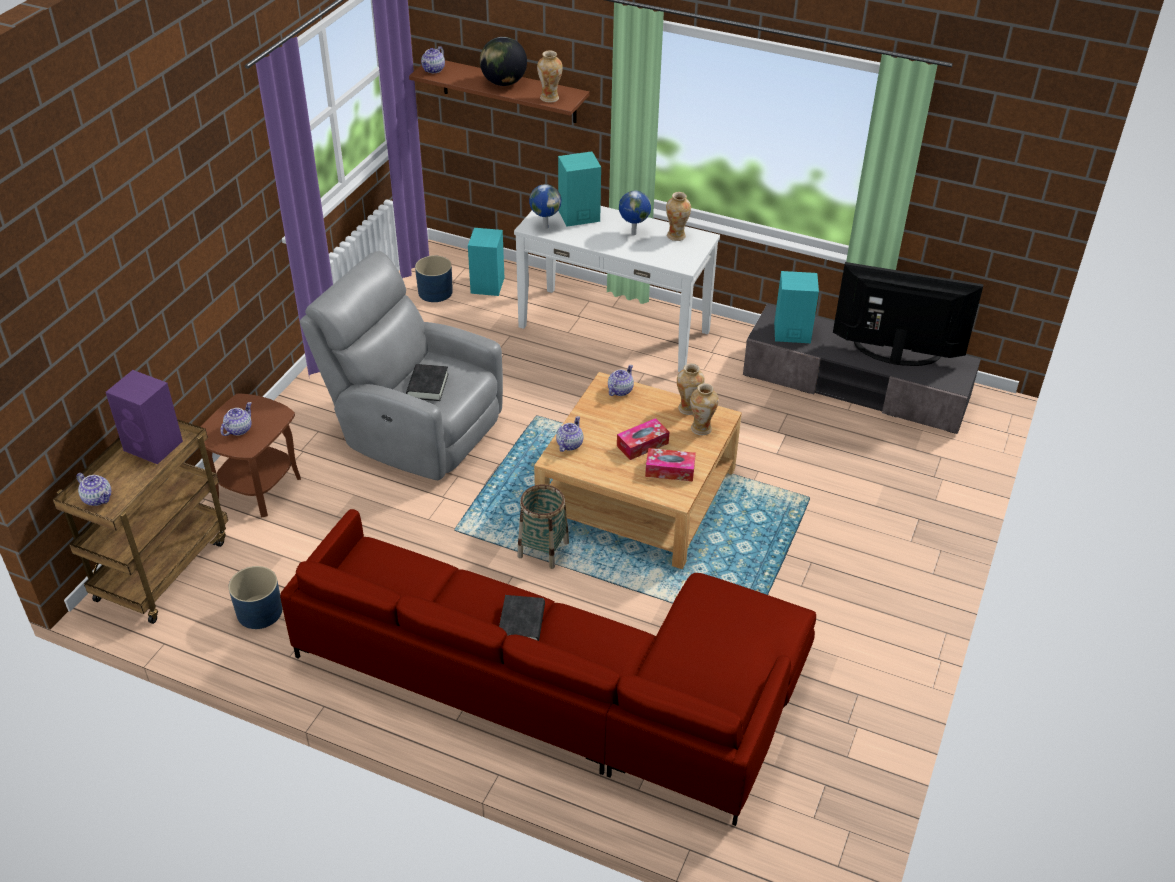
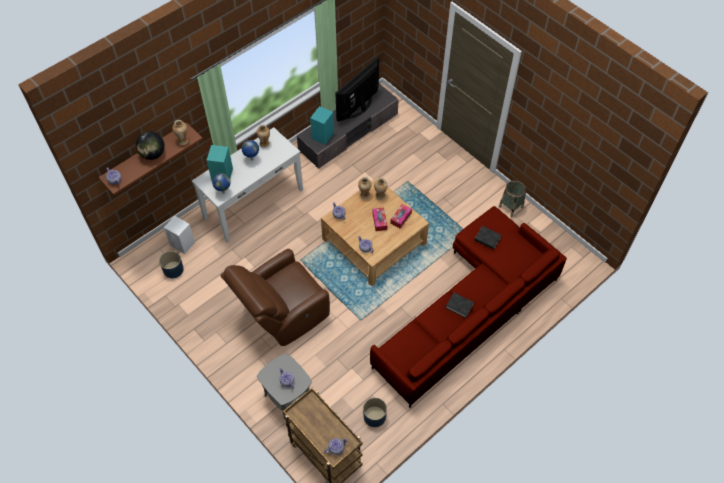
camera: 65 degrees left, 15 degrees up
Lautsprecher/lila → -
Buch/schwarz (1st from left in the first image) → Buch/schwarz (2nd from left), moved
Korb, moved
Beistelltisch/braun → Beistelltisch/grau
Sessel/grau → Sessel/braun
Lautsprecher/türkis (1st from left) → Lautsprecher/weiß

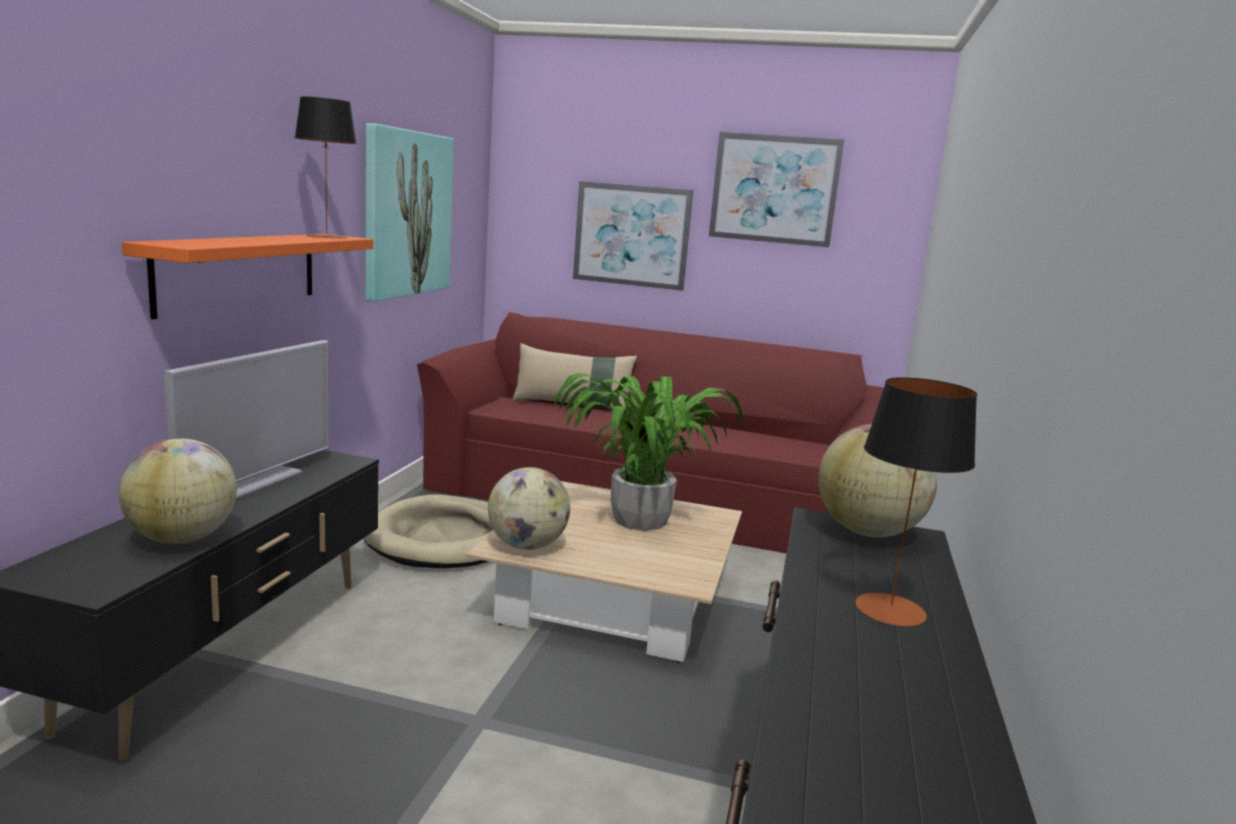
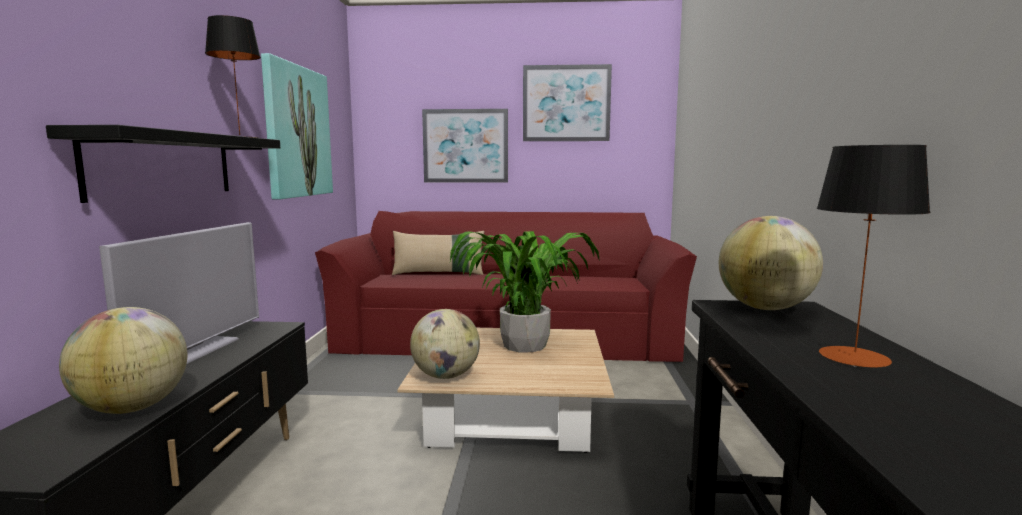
camera: 10 degrees left, 5 degrees down
Hundebett/beige → -
Wandregal/orange → Wandregal/schwarz

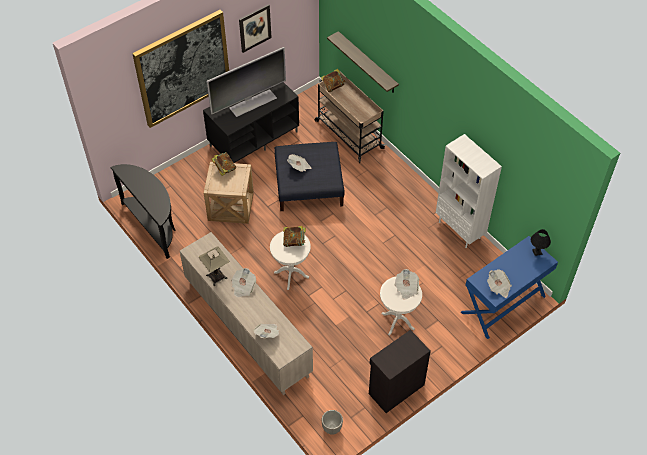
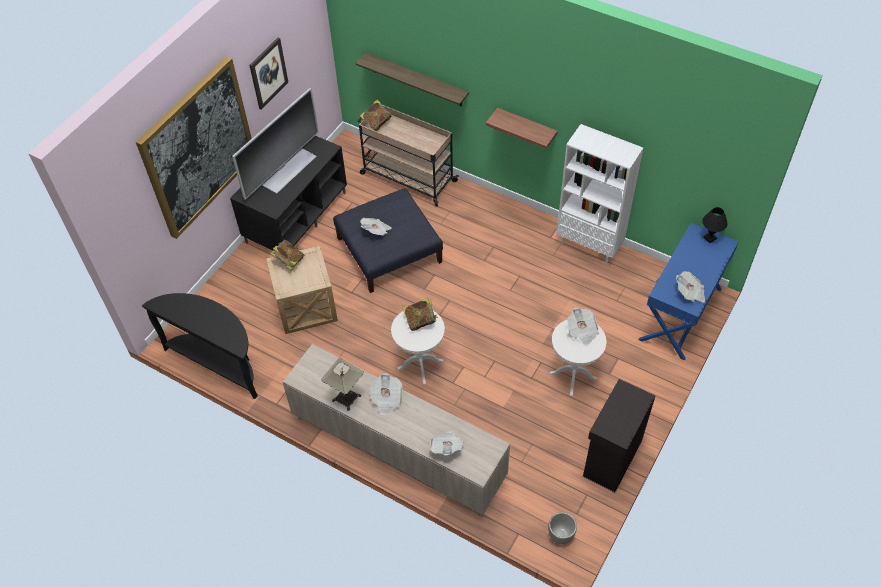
camera: 20 degrees left, 0 degrees up
- → Wandregal (2nd from left)

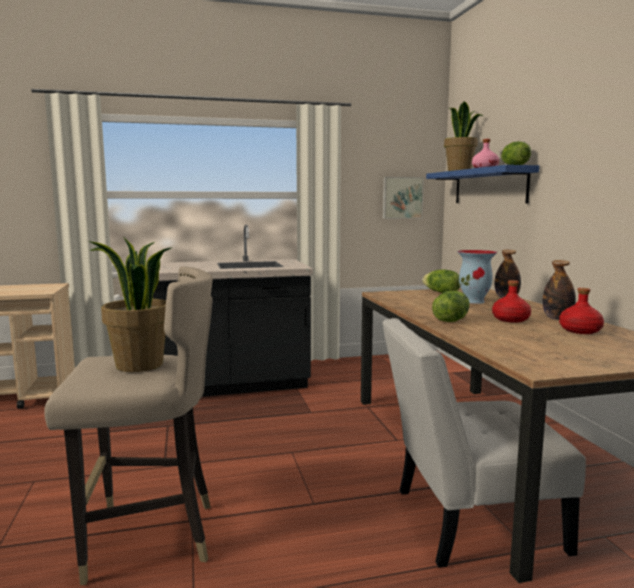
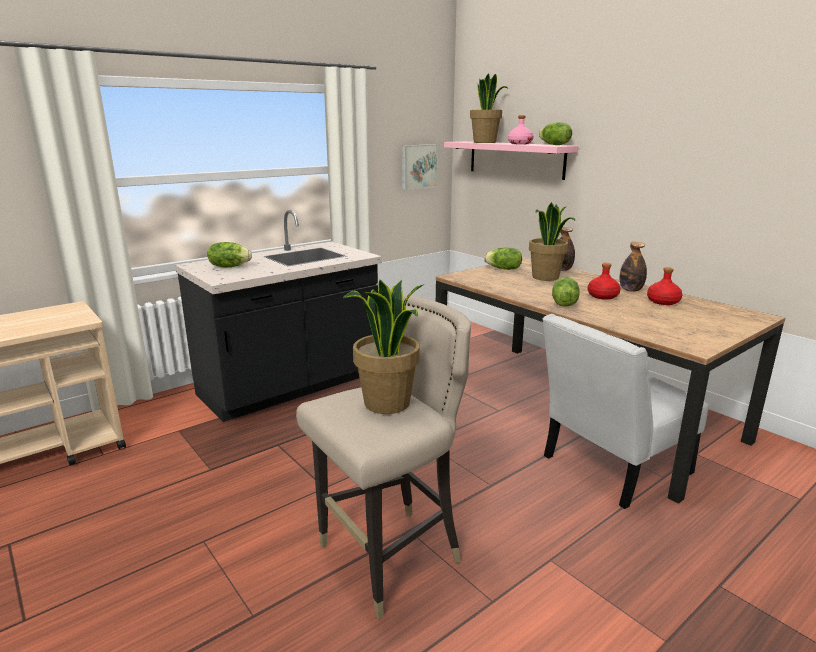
camera: 25 degrees left, 10 degrees up
- → Salatkopf (1st from left)
Vase → Topfpflanze (3rd from left)
Wandregal/blau → Wandregal/rosa

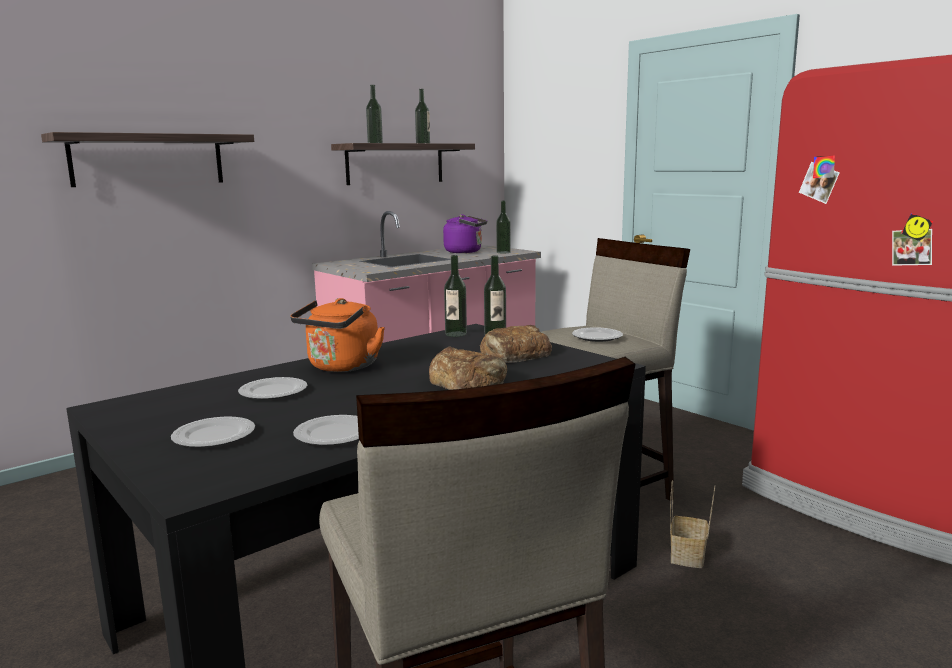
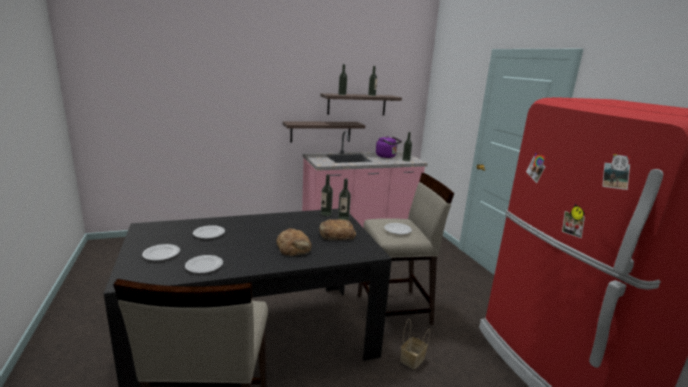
camera: 20 degrees right, 5 degrees up
Wasserkessel/orange → -
Wandregal (1st from left), moved

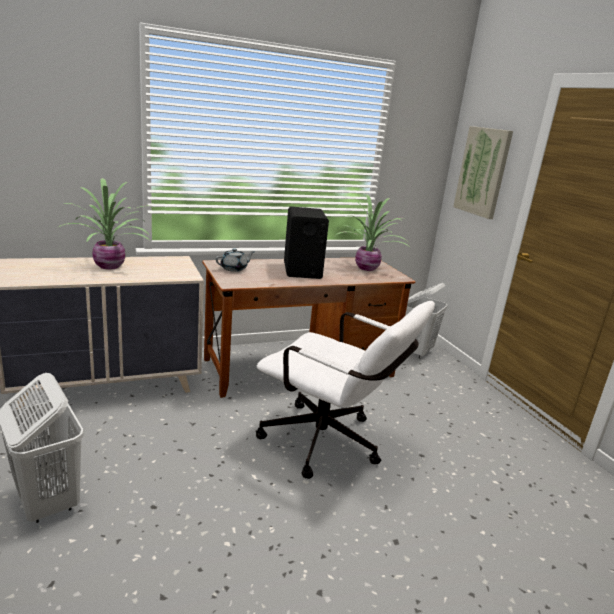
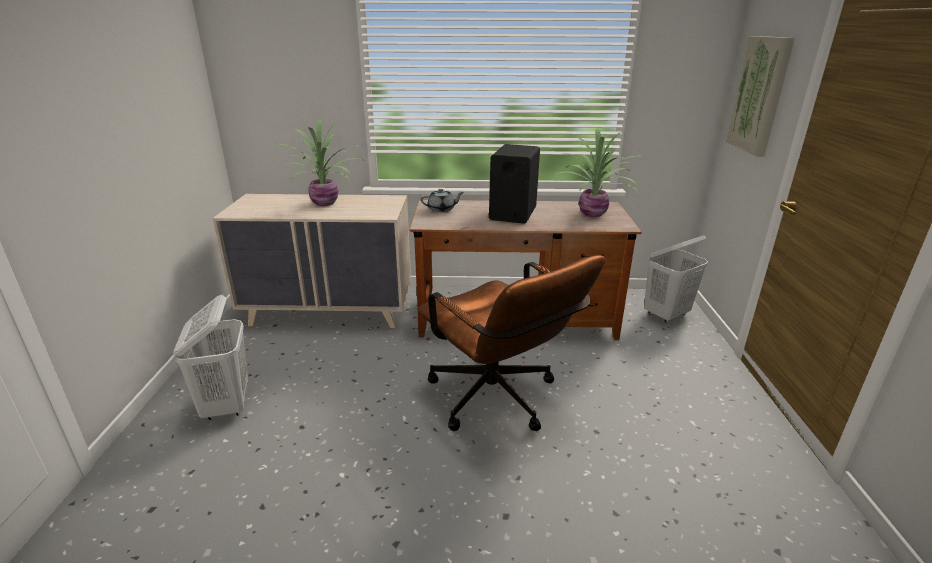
camera: 25 degrees right, 5 degrees up
Bürostuhl/weiß → Bürostuhl/braun

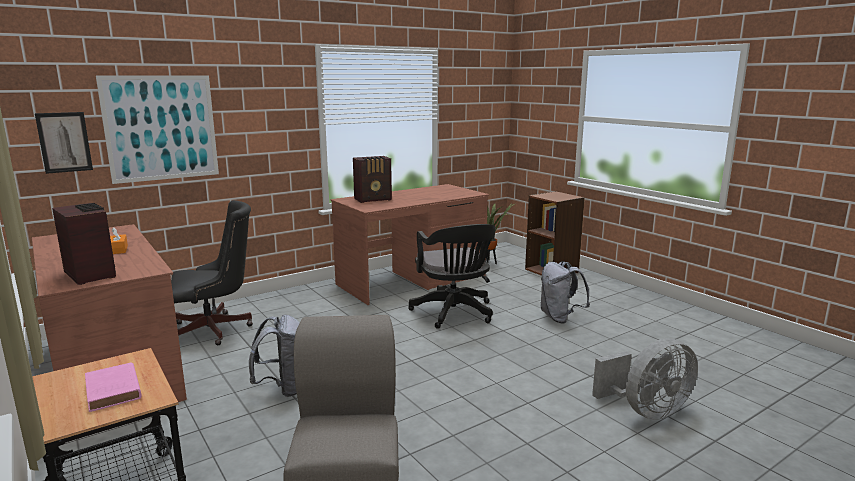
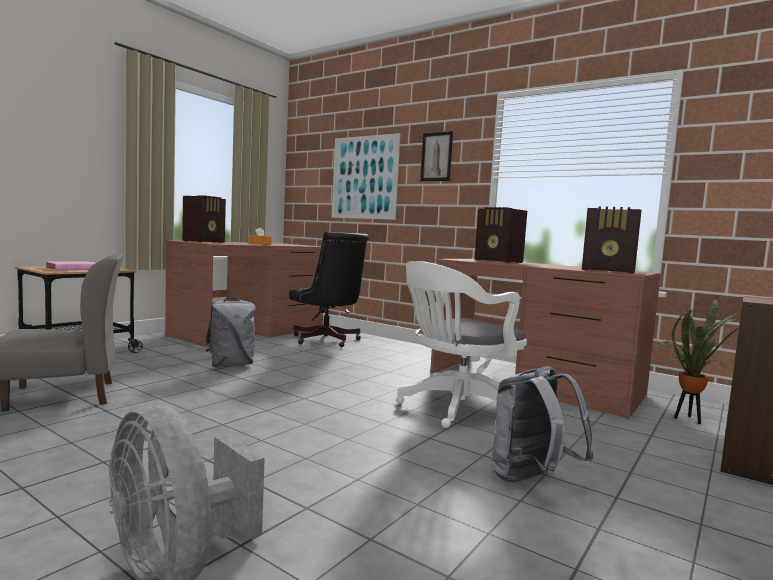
camera: 70 degrees right, 10 degrees down
- → Radio (3rd from left)
Bild (1st from left in the first image) → Bild (2nd from left), moved
Bürostuhl/schwarz (2nd from left) → Bürostuhl/weiß

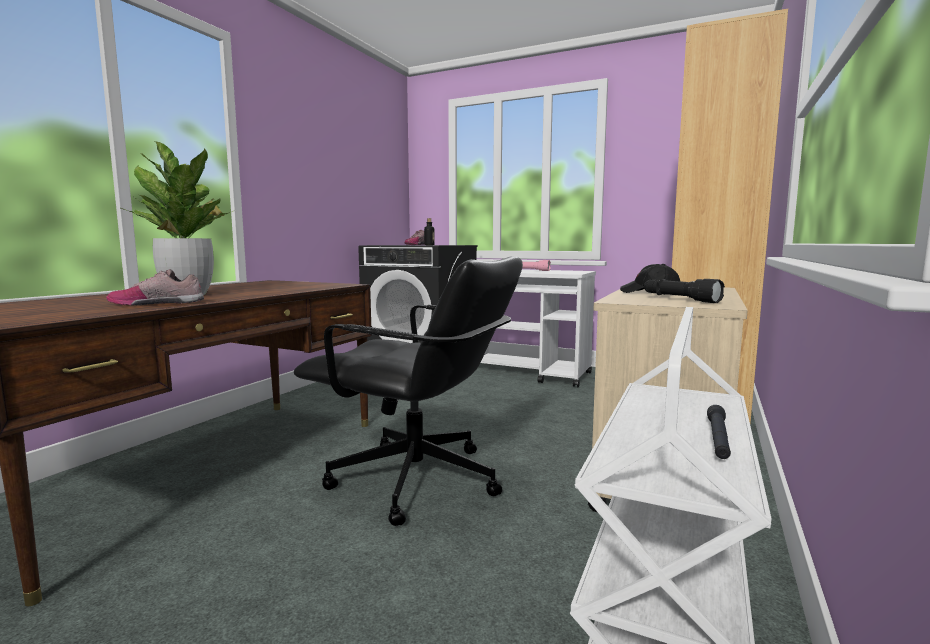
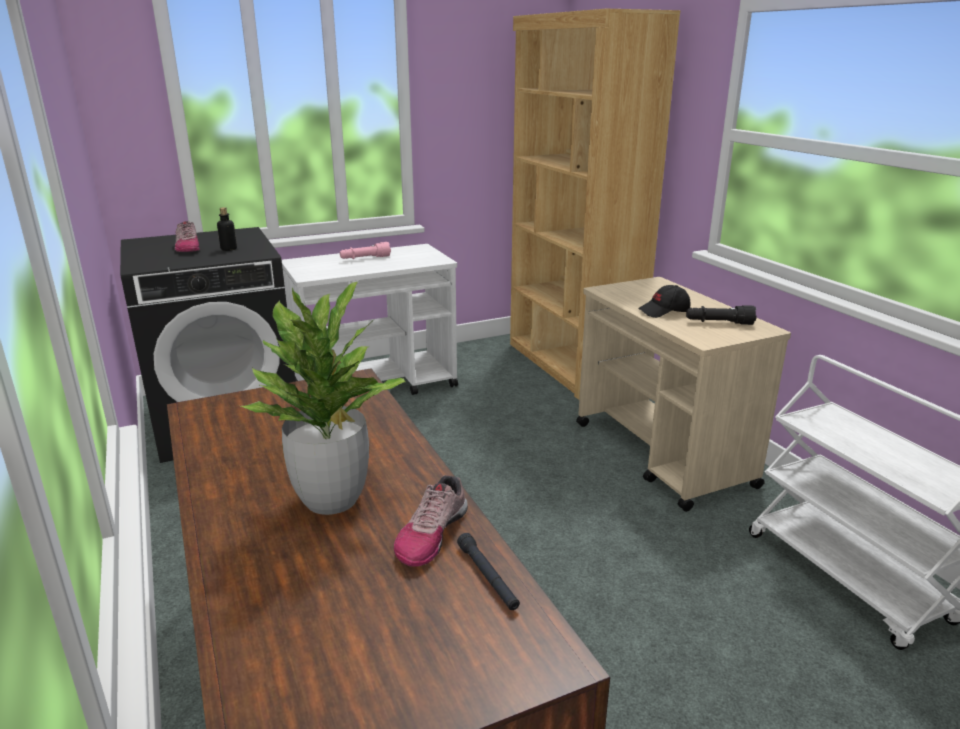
camera: 50 degrees left, 15 degrees up
Bürostuhl/schwarz → -
Taschenlampe/schwarz (2nd from left in the first image) → Taschenlampe/schwarz (1st from left), moved

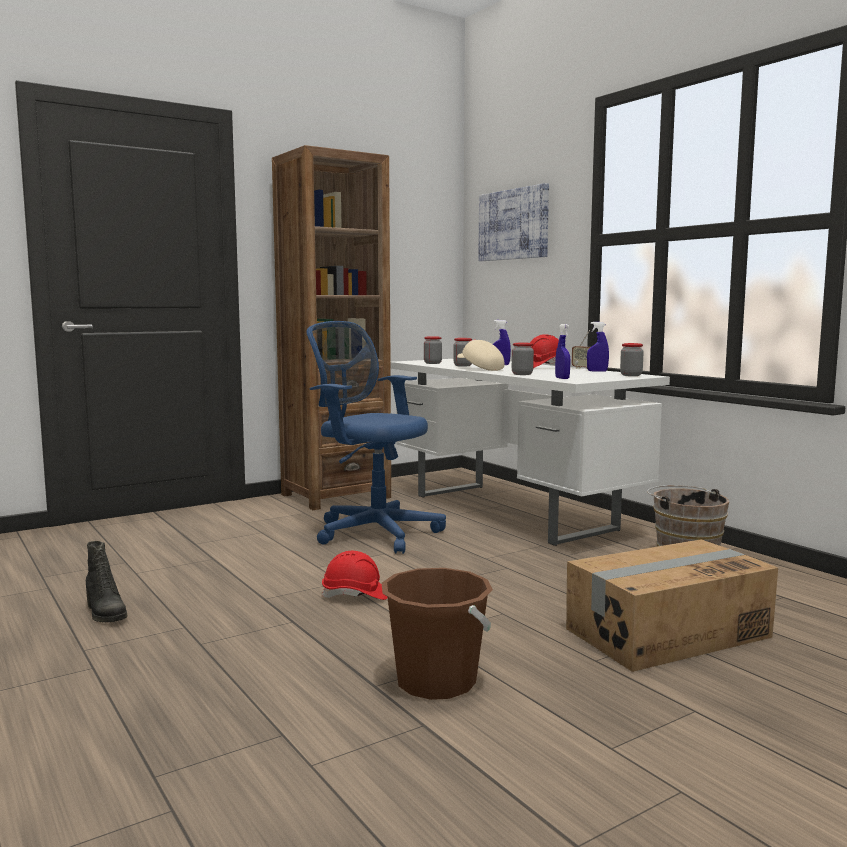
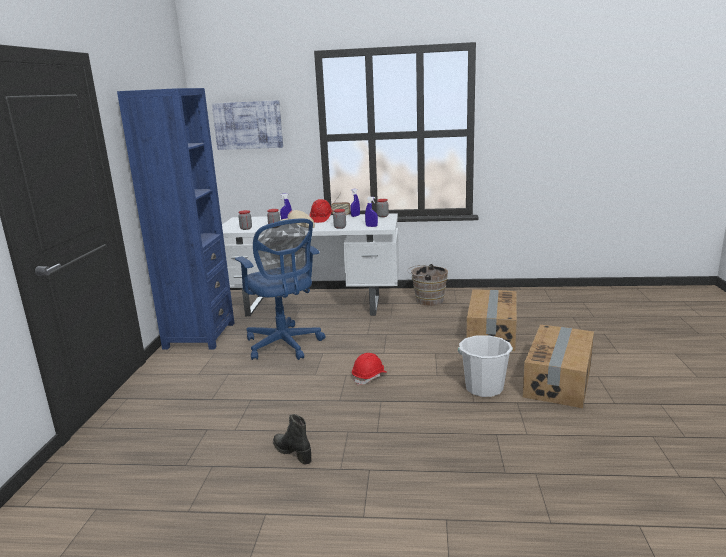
camera: 50 degrees left, 10 degrees up
- → Karton (2nd from left)
Bücherregal/braun → Bücherregal/blau
Eimer/braun (1st from left) → Eimer/weiß
Stiefel/schwarz, 135 degrees counterclockwise
Bürostuhl/blau, 105 degrees counterclockwise

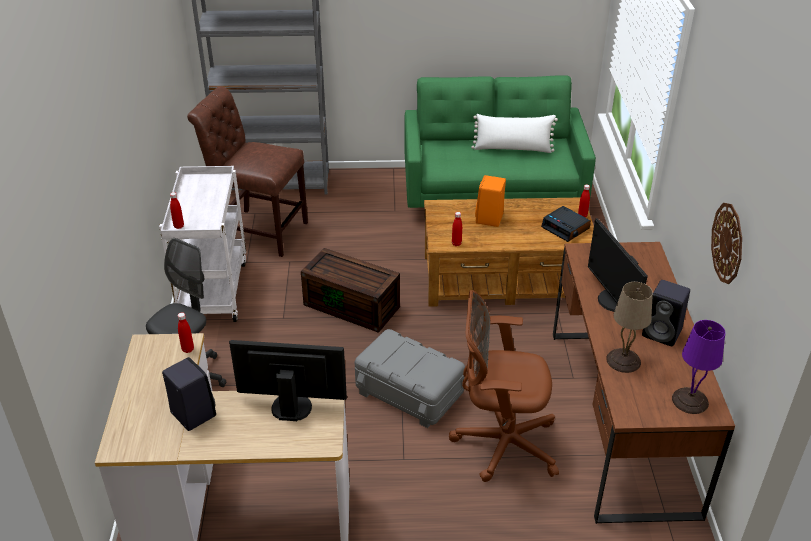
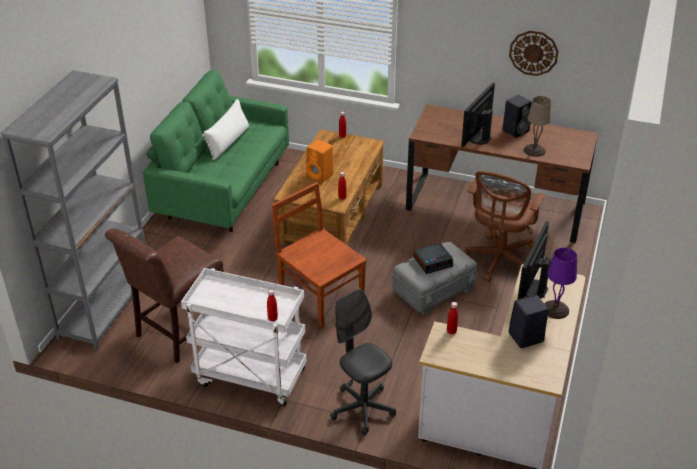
camera: 70 degrees left, 0 degrees up
Wecker, moved
Tischlampe/lila, moved
Aufbewahrungsbox/braun → Stuhl/braun (2nd from left)
Monitor (2nd from left in the first image) → Monitor (1st from left), 120 degrees clockwise

